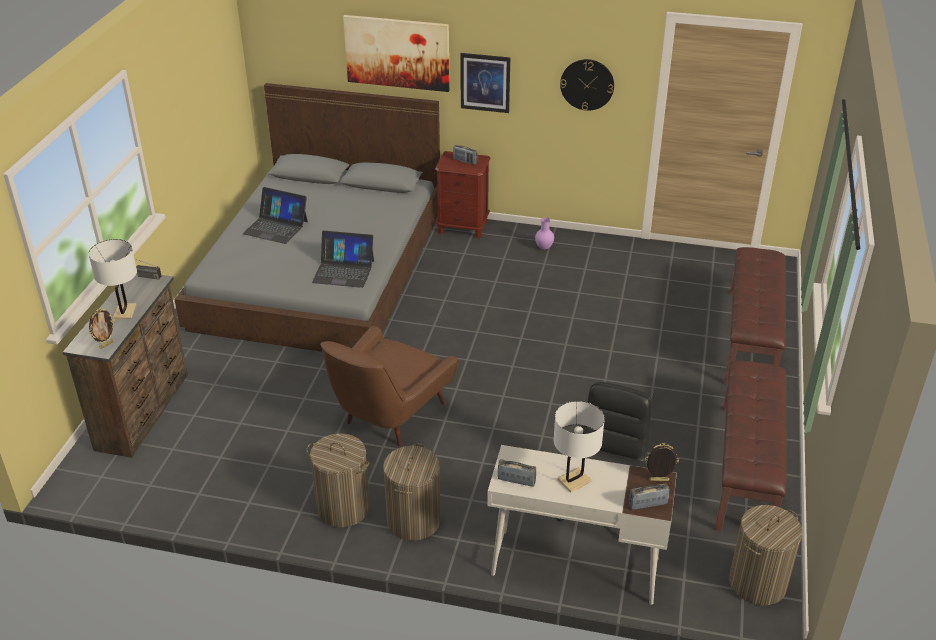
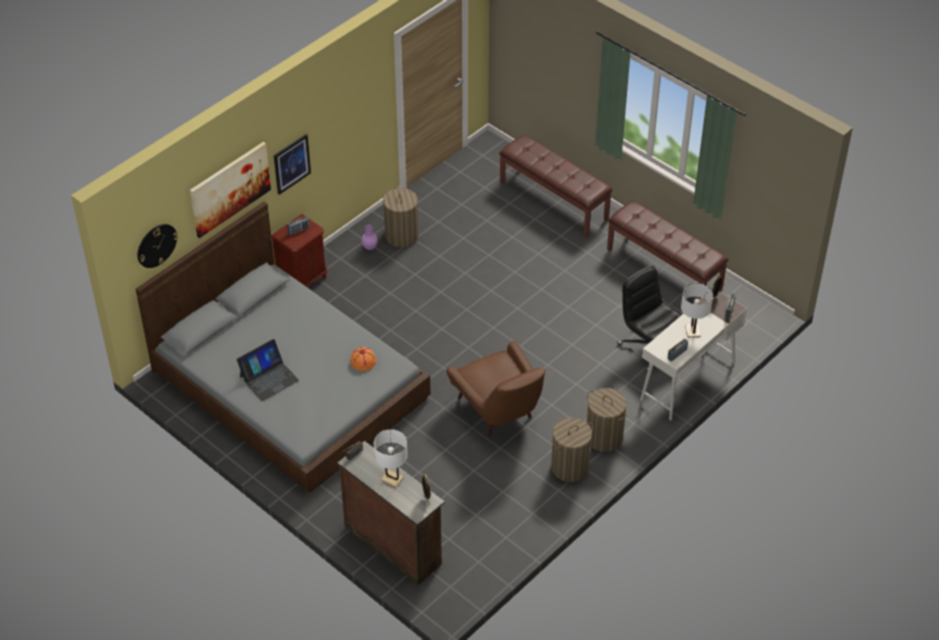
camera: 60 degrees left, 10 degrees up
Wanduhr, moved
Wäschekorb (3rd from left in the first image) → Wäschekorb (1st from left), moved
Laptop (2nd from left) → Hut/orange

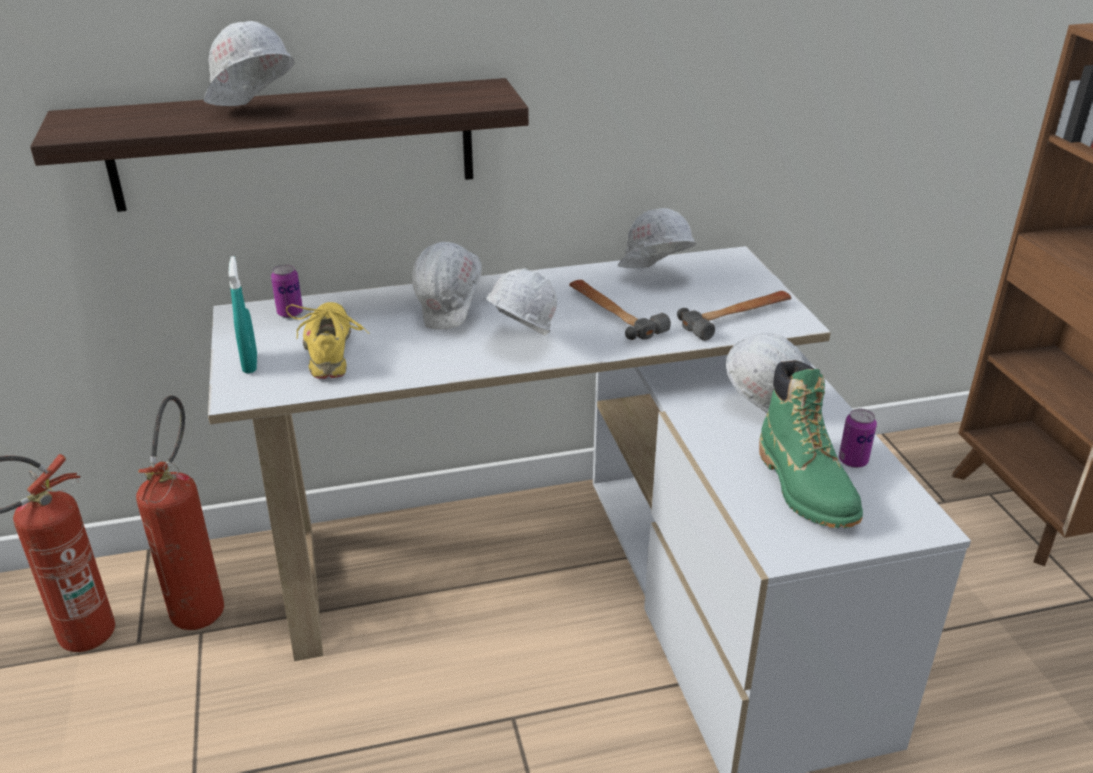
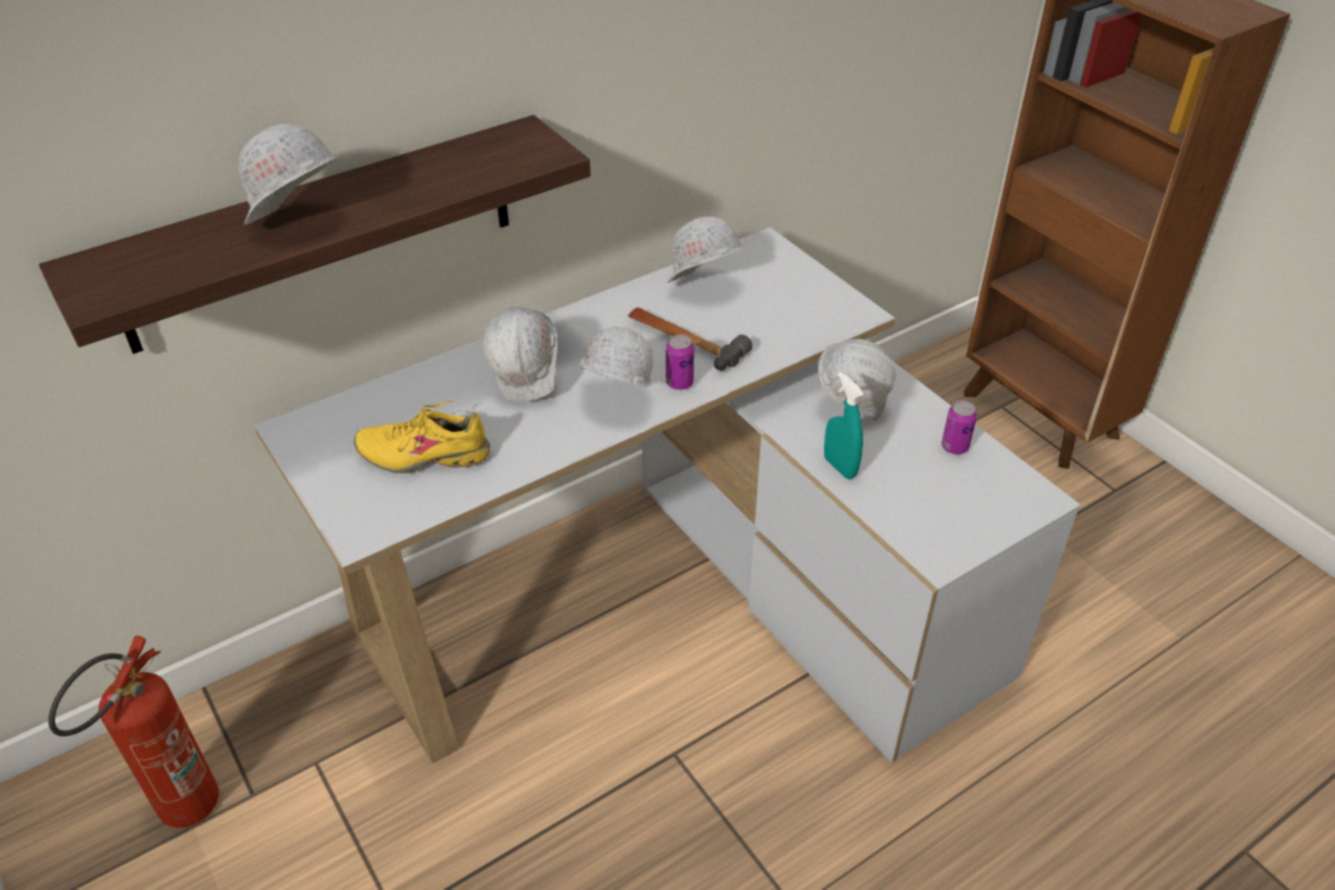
camera: 20 degrees left, 10 degrees up
Feuerlöscher (2nd from left) → -
Hammer (2nd from left) → -
Stiefel/grün → -
Sprühflasche/türkis, moved
Dose (1st from left), moved
Schuh/gelb, 60 degrees counterclockwise

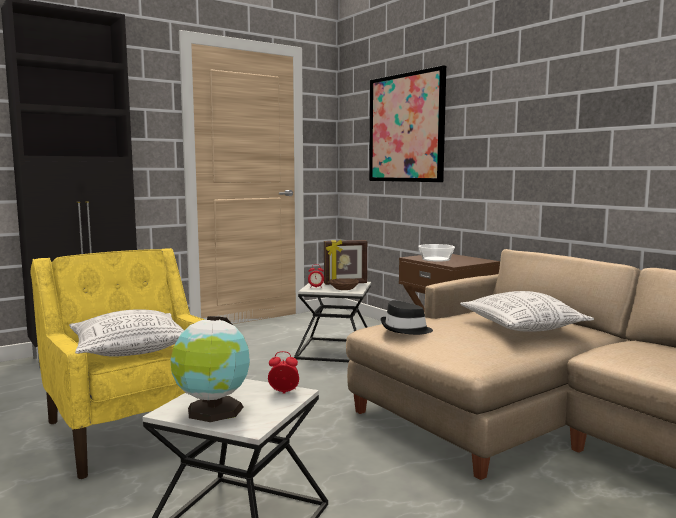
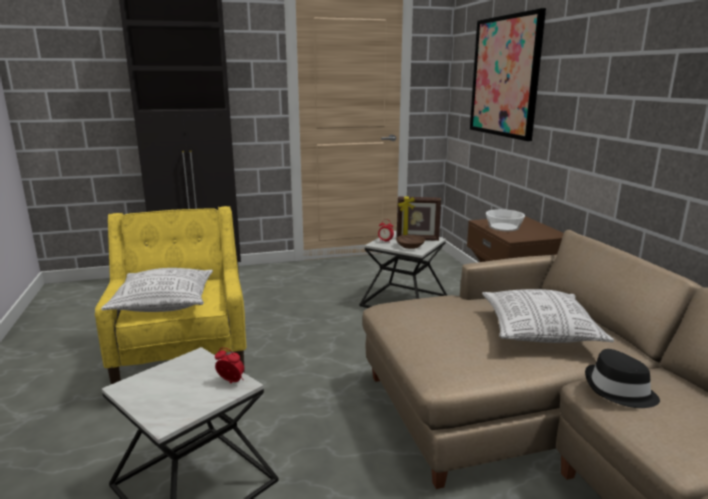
camera: 20 degrees right, 10 degrees up
Globus → -
Hut/schwarz, moved

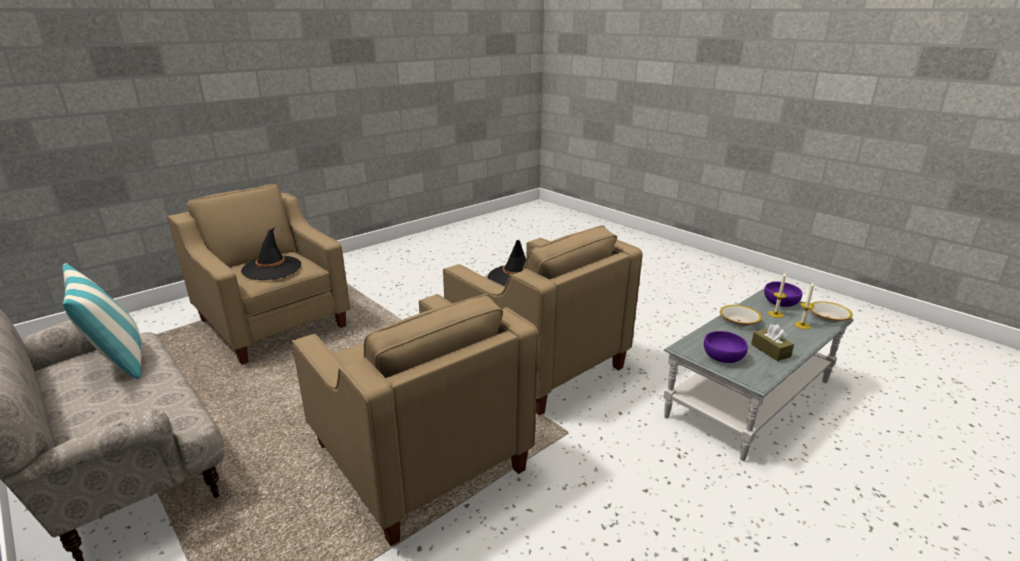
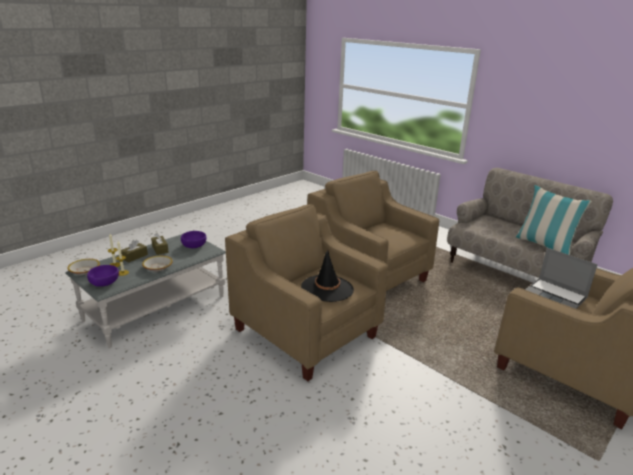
camera: 175 degrees right, 0 degrees up
- → Taschentuchbox/braun (1st from left)
Hut/schwarz (1st from left) → Laptop

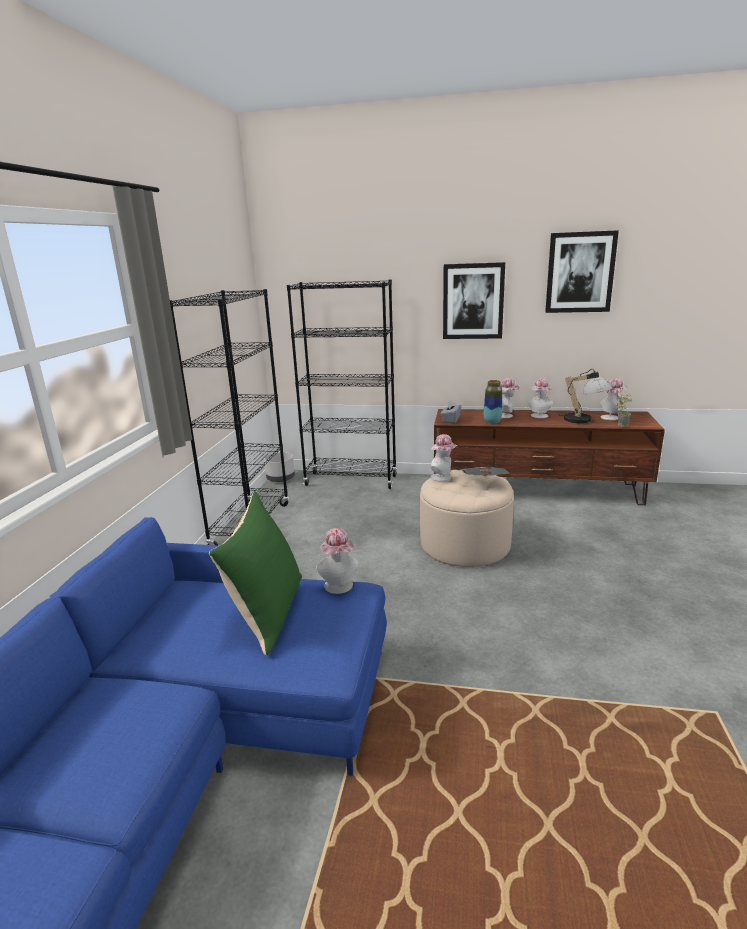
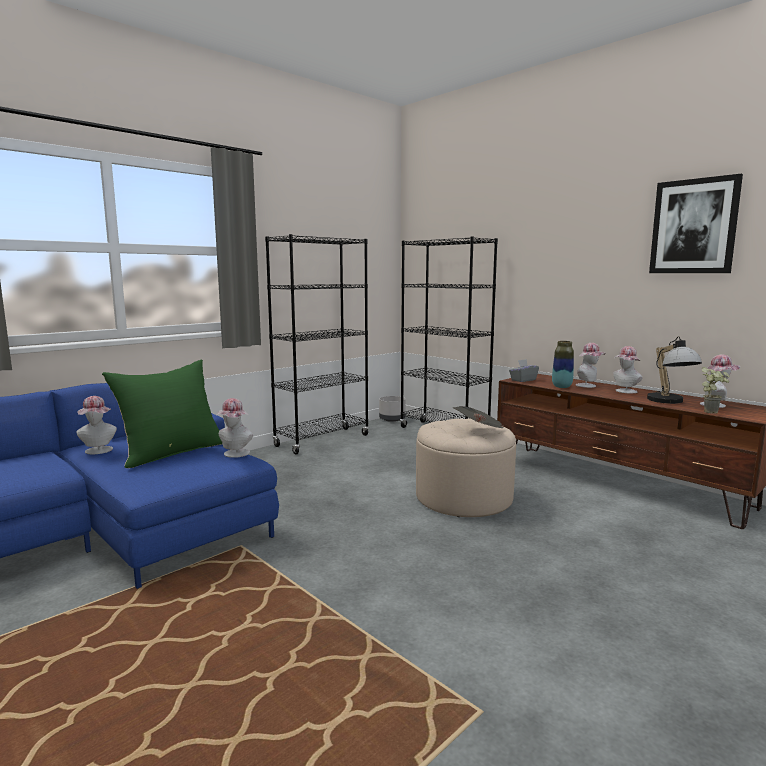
camera: 35 degrees right, 10 degrees down
Bild (1st from left) → -
Hut (2nd from left in the first image) → Hut (1st from left), moved

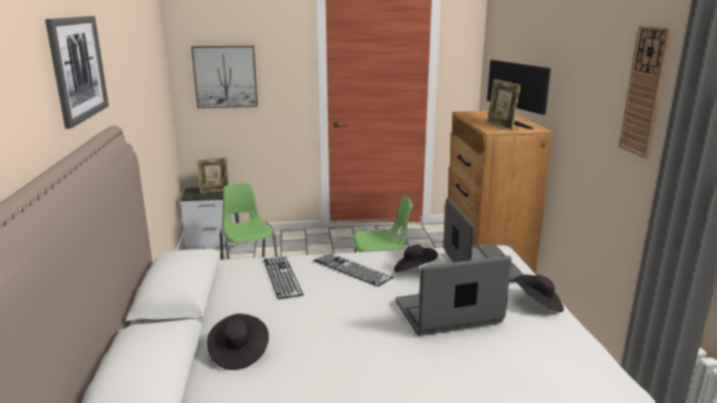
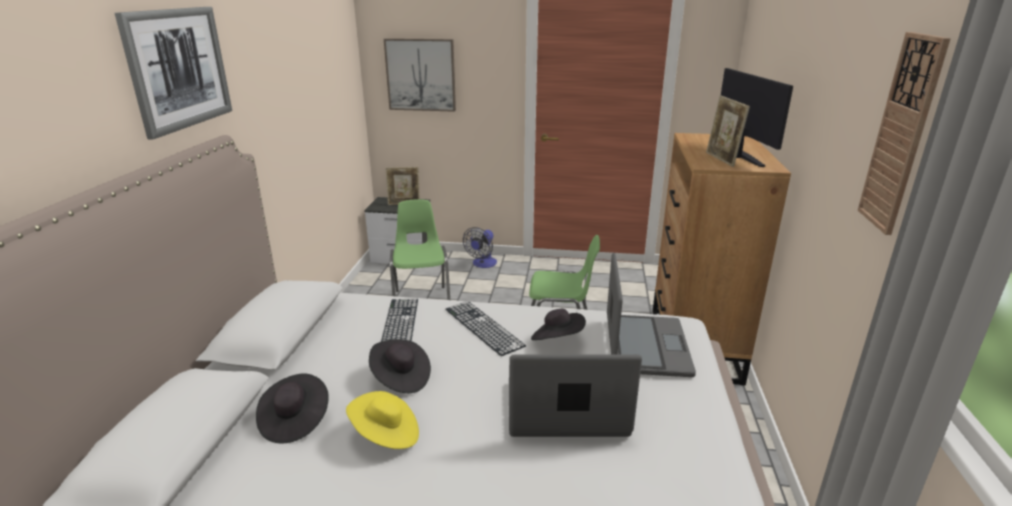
camera: 15 degrees right, 5 degrees up
- → Hut/gelb
- → Ventilator
Hut/schwarz (3rd from left in the first image) → Hut/schwarz (2nd from left), moved

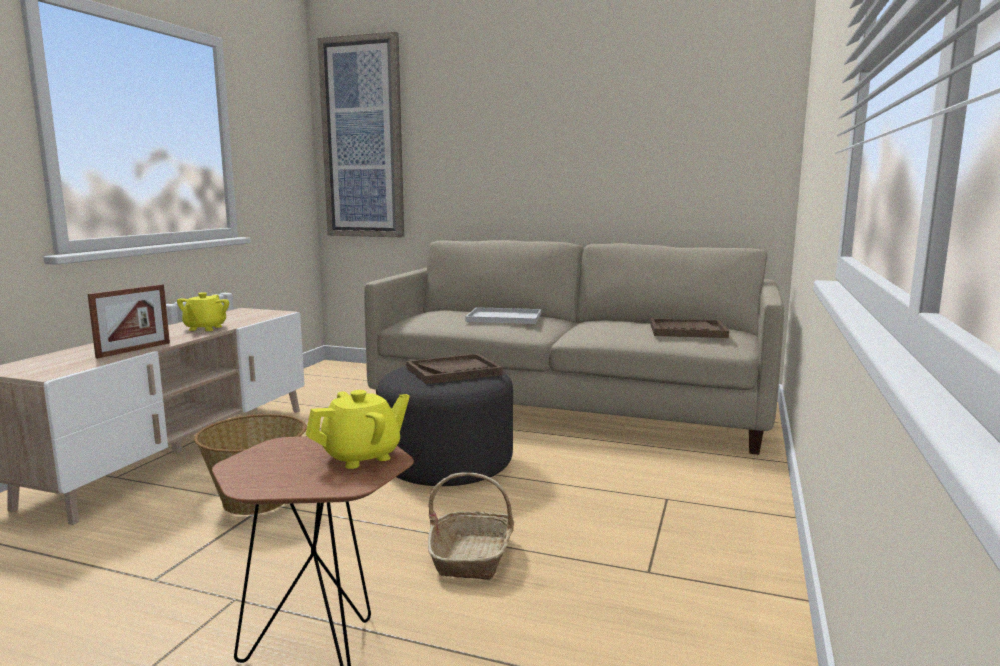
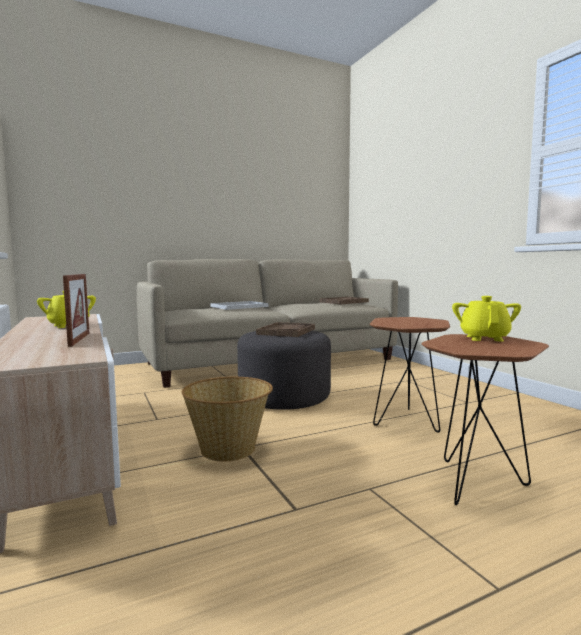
camera: 45 degrees left, 5 degrees down
Bild → -
Korb (2nd from left) → Beistelltisch/braun (1st from left)

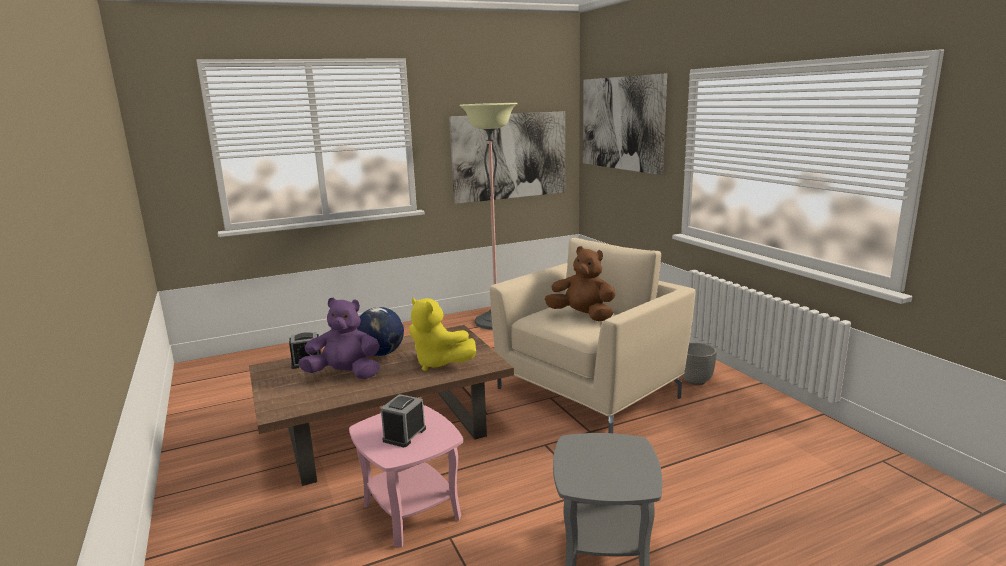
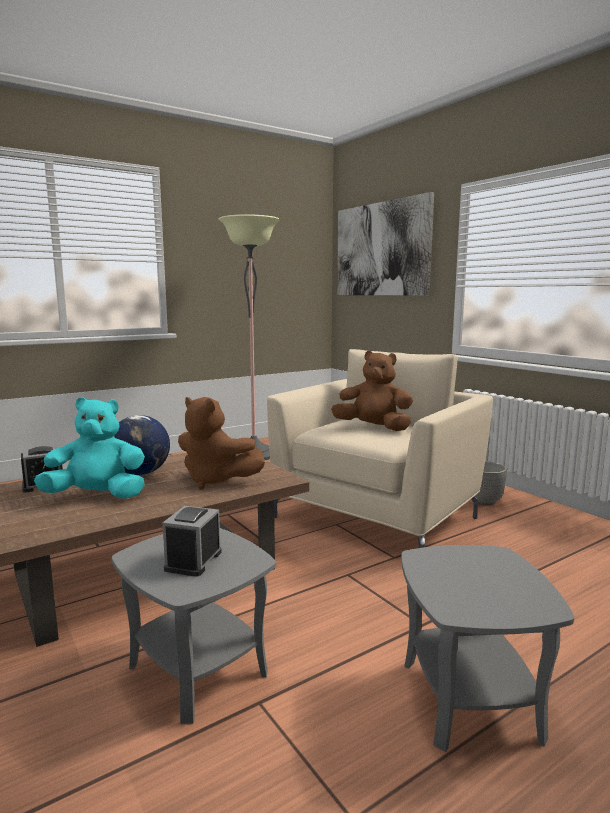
camera: 10 degrees left, 5 degrees down
Bild (1st from left) → -
Plüschtier/lila → Plüschtier/türkis
Beistelltisch/rosa → Beistelltisch/grau (1st from left)
Plüschtier/gelb → Plüschtier/braun (1st from left)

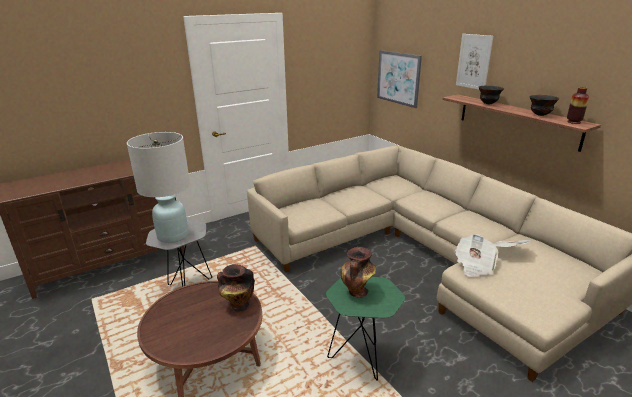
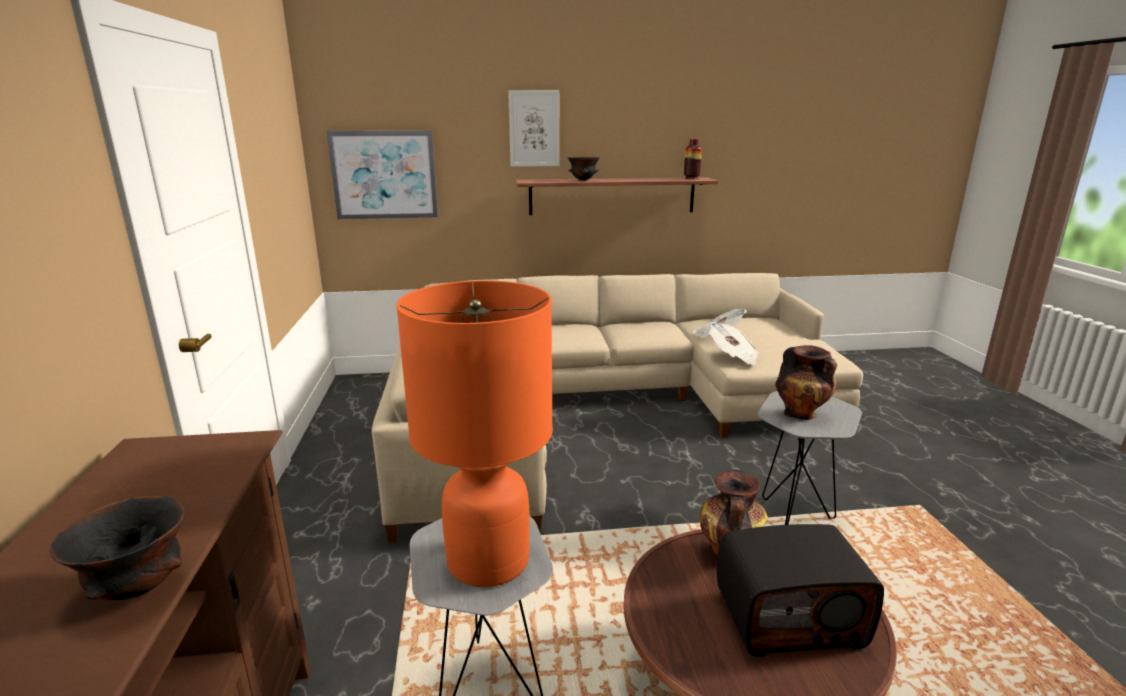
camera: 65 degrees left, 5 degrees down
- → Radio
Schüssel/schwarz (2nd from left in the first image) → Schüssel/schwarz (1st from left), moved
Tischlampe/weiß → Tischlampe/orange
Beistelltisch/grün → Beistelltisch/grau (2nd from left)

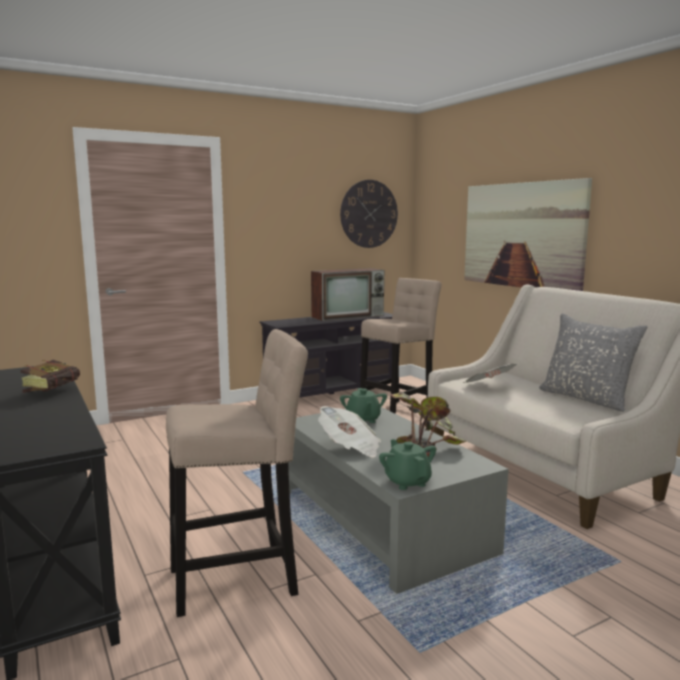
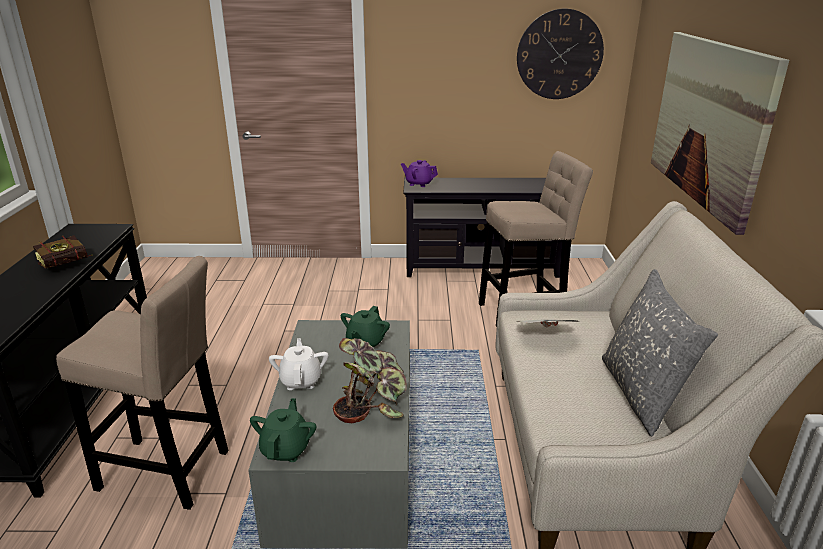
camera: 30 degrees right, 15 degrees up
Fernseher → -
- → Teekanne/lila
Zeitung (1st from left) → Teekanne/weiß

